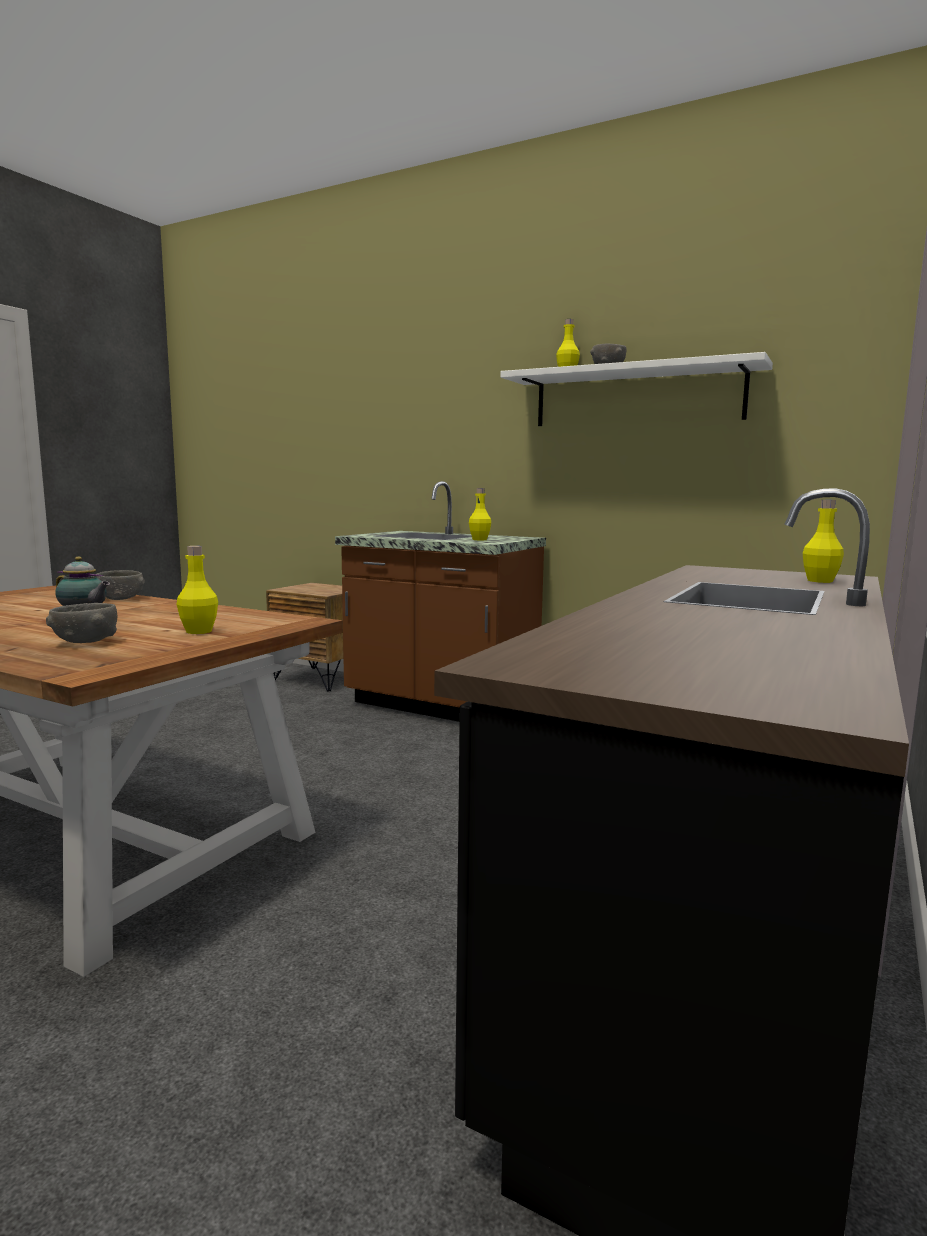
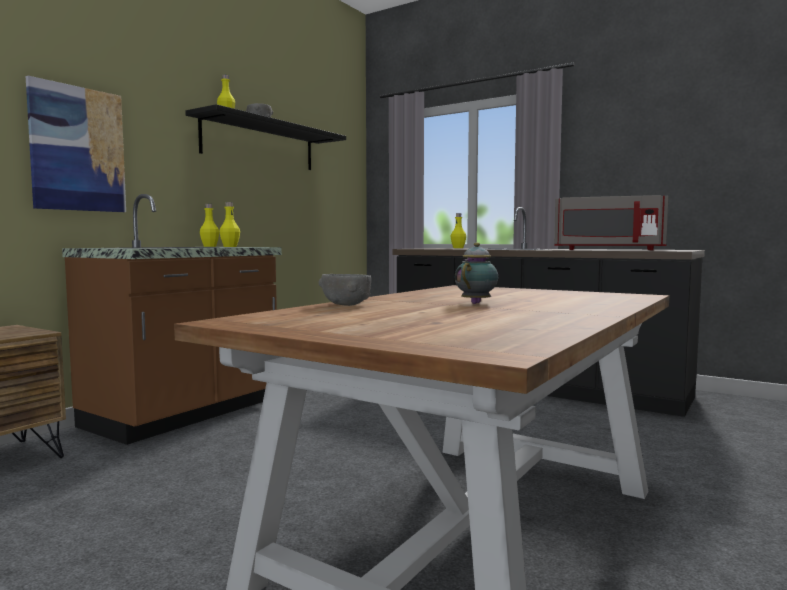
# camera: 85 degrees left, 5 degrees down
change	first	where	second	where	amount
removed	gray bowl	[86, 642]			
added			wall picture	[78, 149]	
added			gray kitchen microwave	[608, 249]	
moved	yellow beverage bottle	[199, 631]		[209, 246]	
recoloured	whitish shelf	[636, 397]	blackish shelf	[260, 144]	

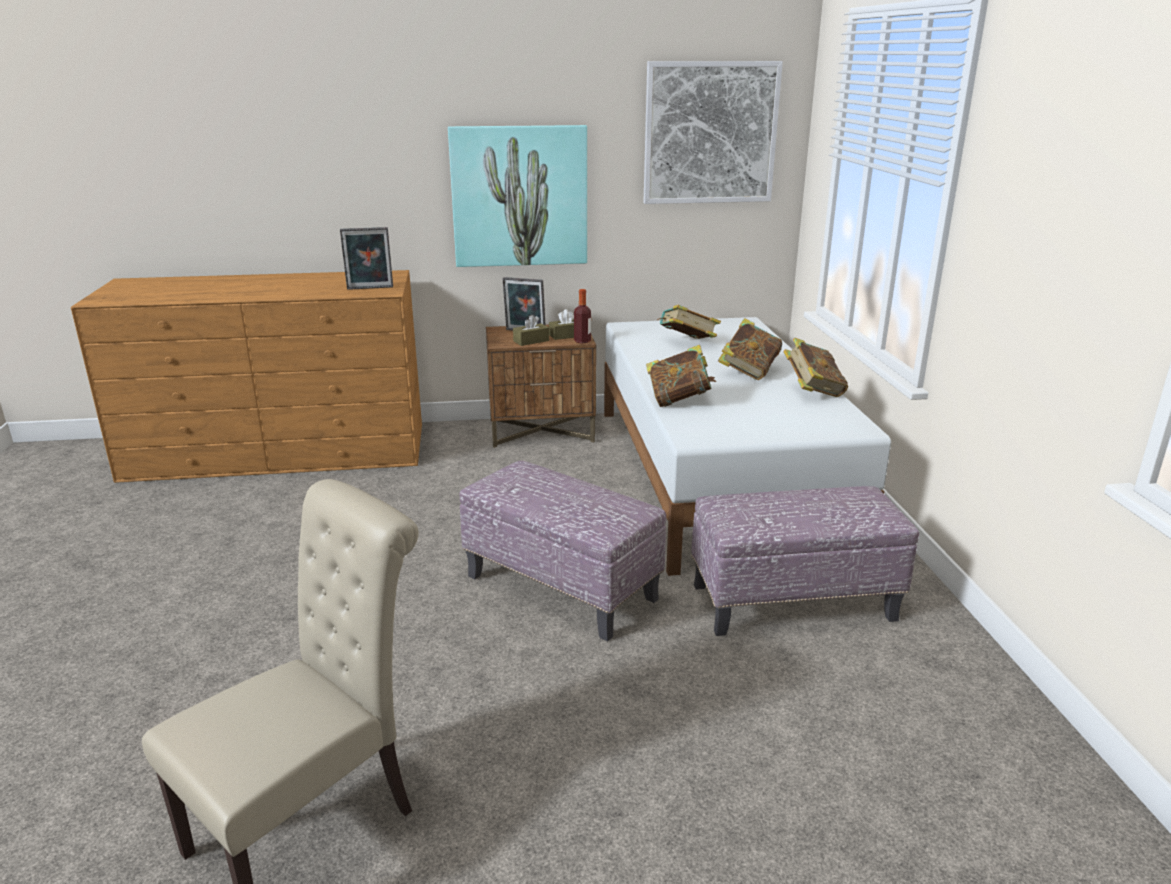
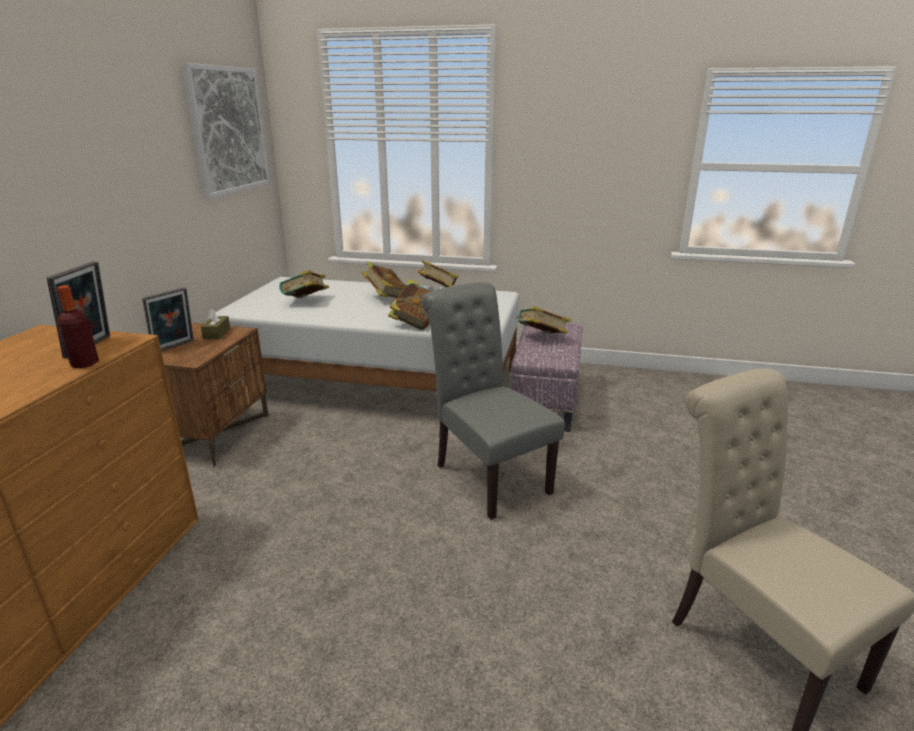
# camera: 70 degrees left, 0 degrees up
change	first	where	second	where	amount
removed	wall picture	[519, 196]			
removed	brownish tissue box	[531, 341]			
added			book	[541, 338]	
moved	beverage bottle	[582, 341]		[85, 364]	
replaced	footrest	[563, 587]	gray plain chair	[487, 475]	

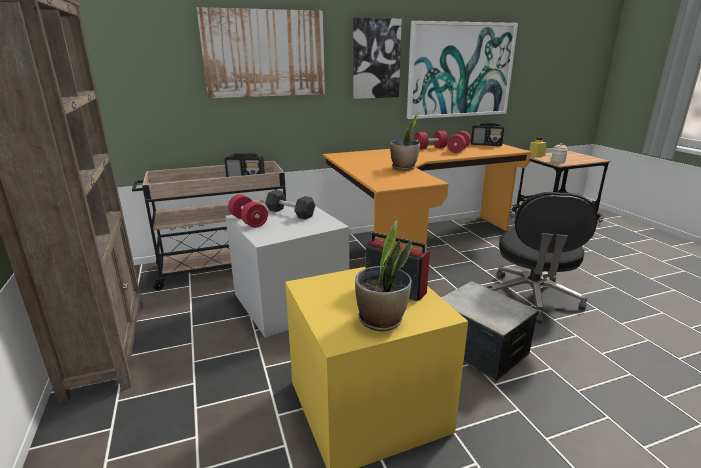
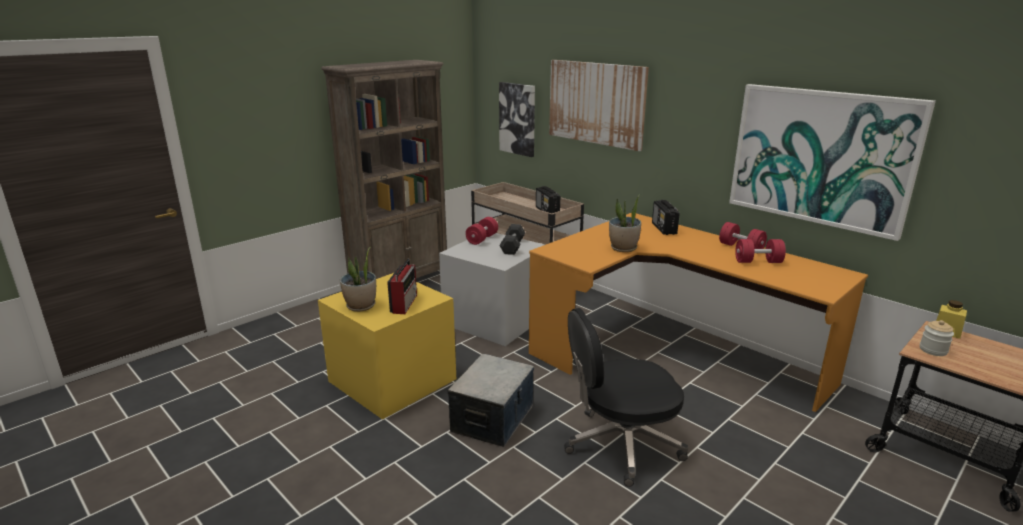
# camera: 65 degrees right, 0 degrees up
change	first	where	second	where	amount
moved	wall picture	[376, 59]		[518, 119]	
moved	radio	[486, 145]		[664, 229]	

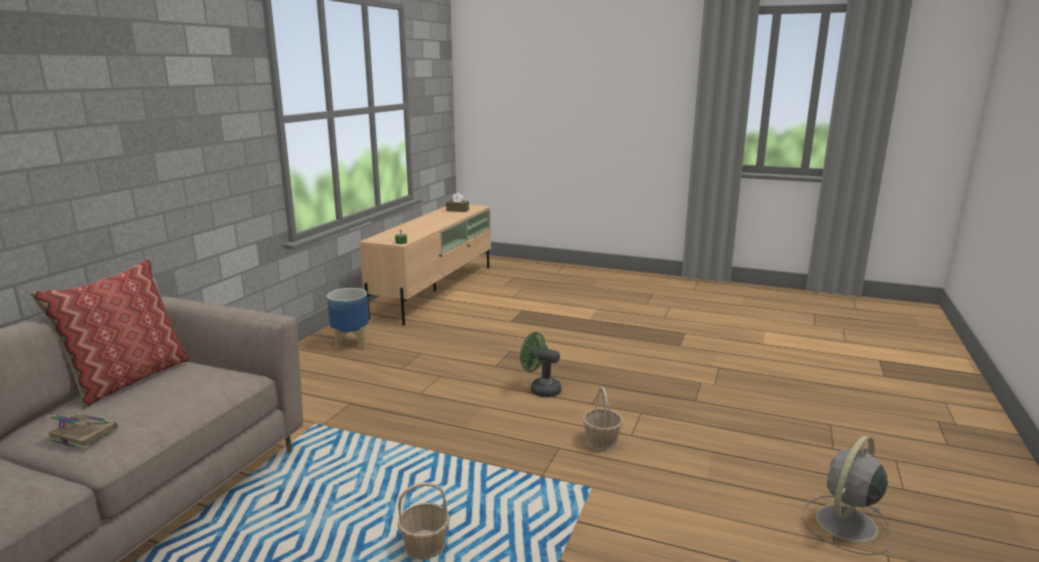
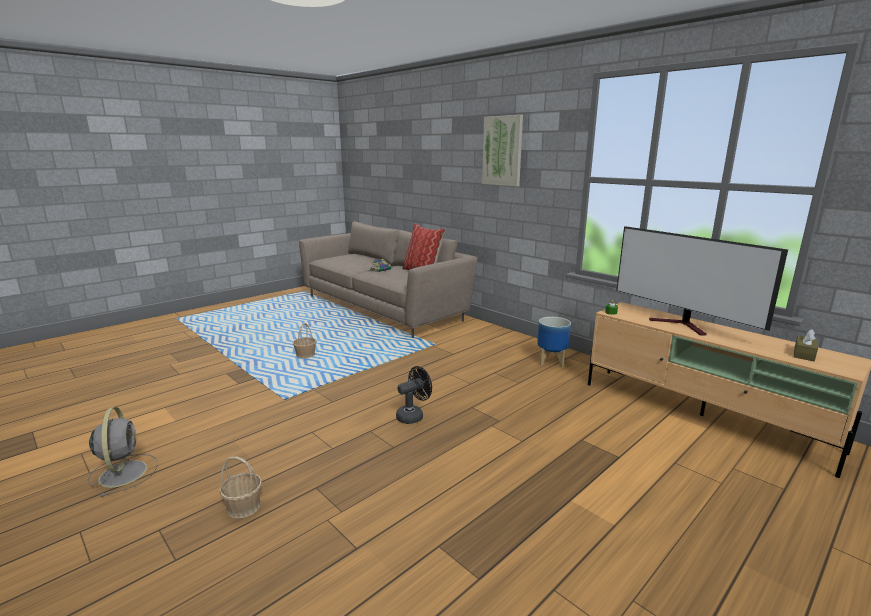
# camera: 115 degrees right, 0 degrees up
change	first	where	second	where	amount
added			wall picture	[502, 151]	
added			TV set	[682, 325]	
moved	basket	[601, 441]		[244, 506]	
recoloured	greenish cooling fan	[540, 389]	blackish cooling fan	[413, 415]	

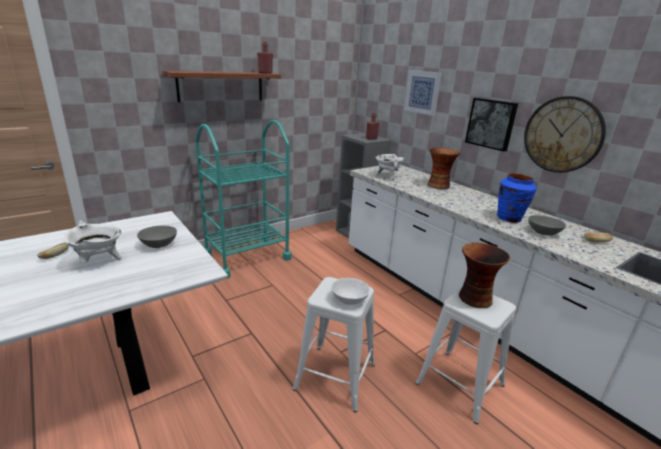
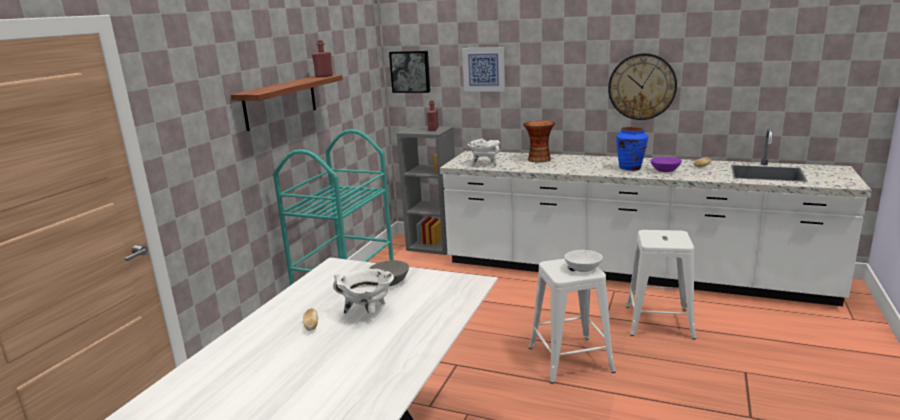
# camera: 30 degrees left, 5 degrees down
change	first	where	second	where	amount
removed	flower vase	[474, 298]			
moved	wall picture	[491, 123]		[410, 71]	
recoloured	gray bowl	[543, 232]	purplish bowl	[665, 170]	

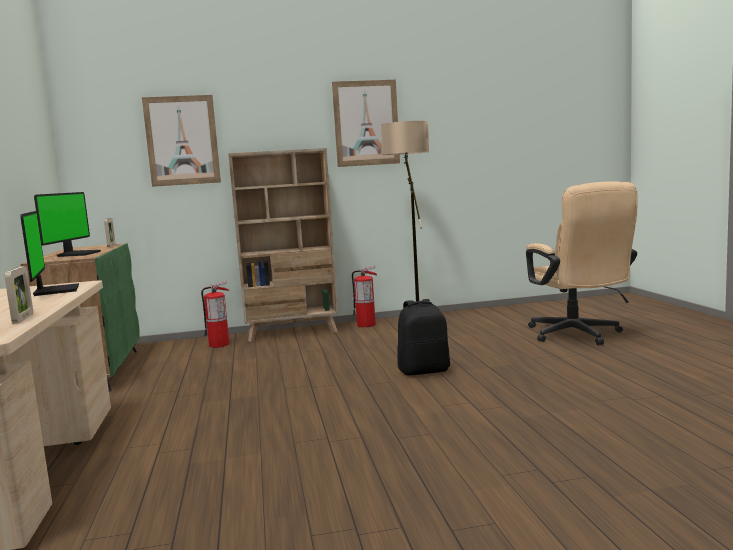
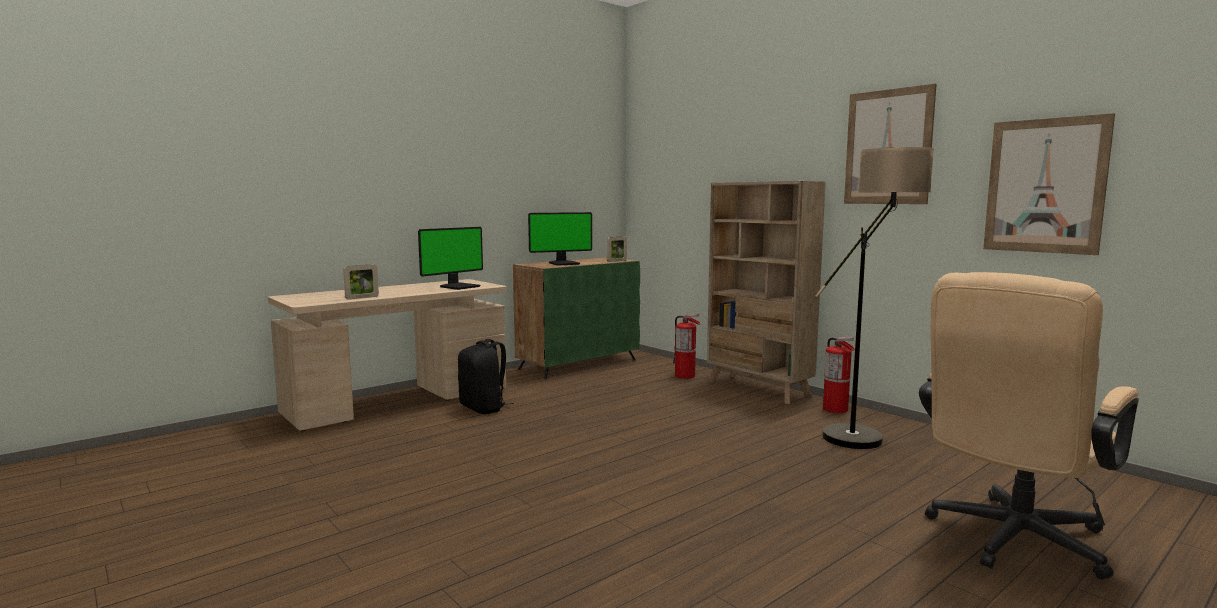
# camera: 60 degrees right, 0 degrees up
change	first	where	second	where	amount
moved	wall picture	[182, 140]		[1045, 186]	
moved	blackish knapsack	[424, 371]		[484, 408]	

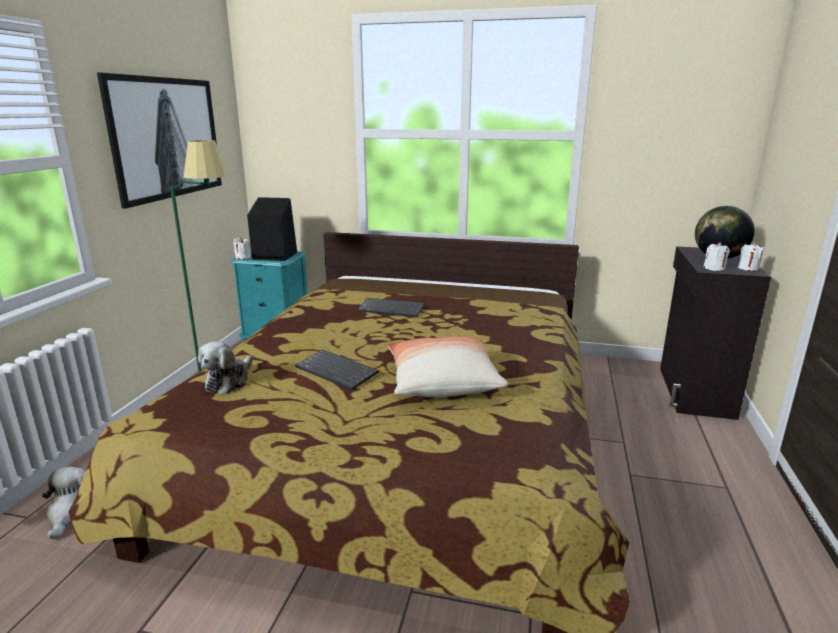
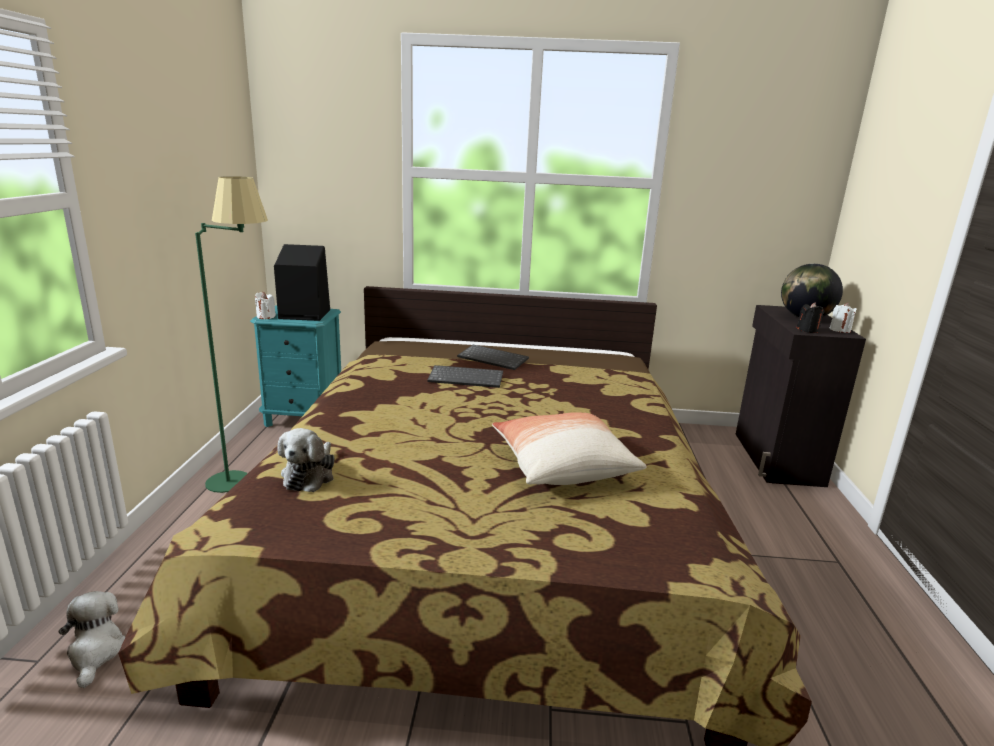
# camera: 10 degrees left, 0 degrees up
change	first	where	second	where	amount
removed	wall picture	[166, 138]			
moved	PC keyboard	[338, 371]		[494, 359]	
recoloured	whitish wax light	[714, 269]	blackish wax light	[807, 330]	

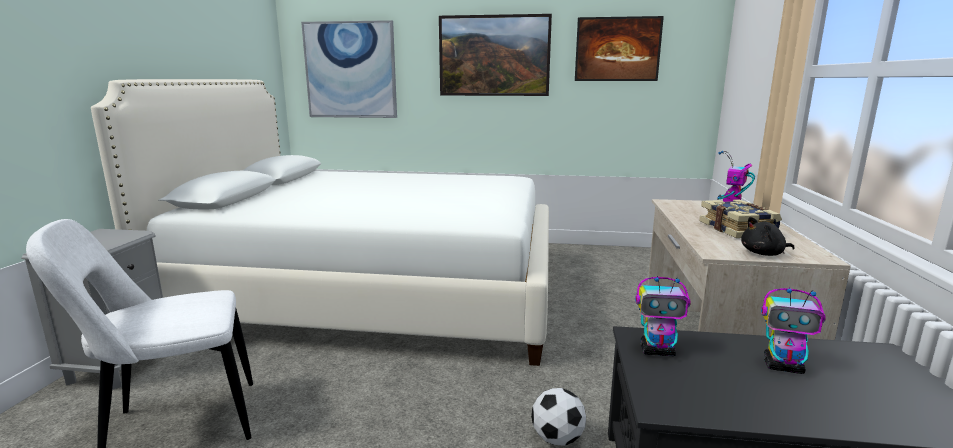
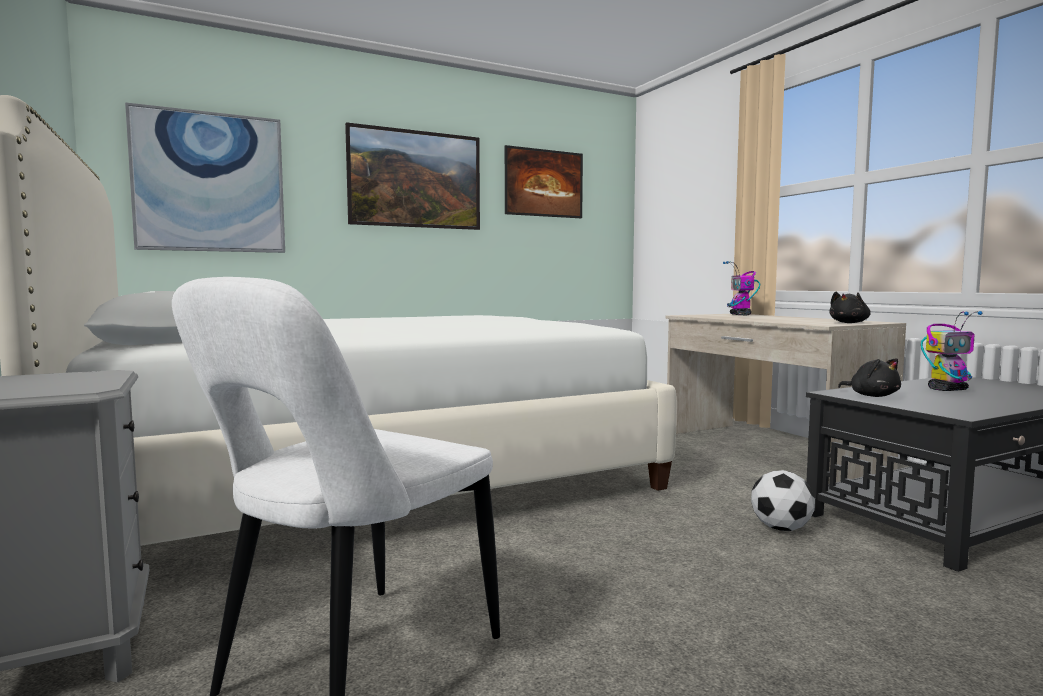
# camera: 35 degrees left, 10 degrees down
change	first	where	second	where	amount
removed	book	[738, 229]			
replaced	model robot	[657, 351]	blackish cuddly toy	[872, 396]	

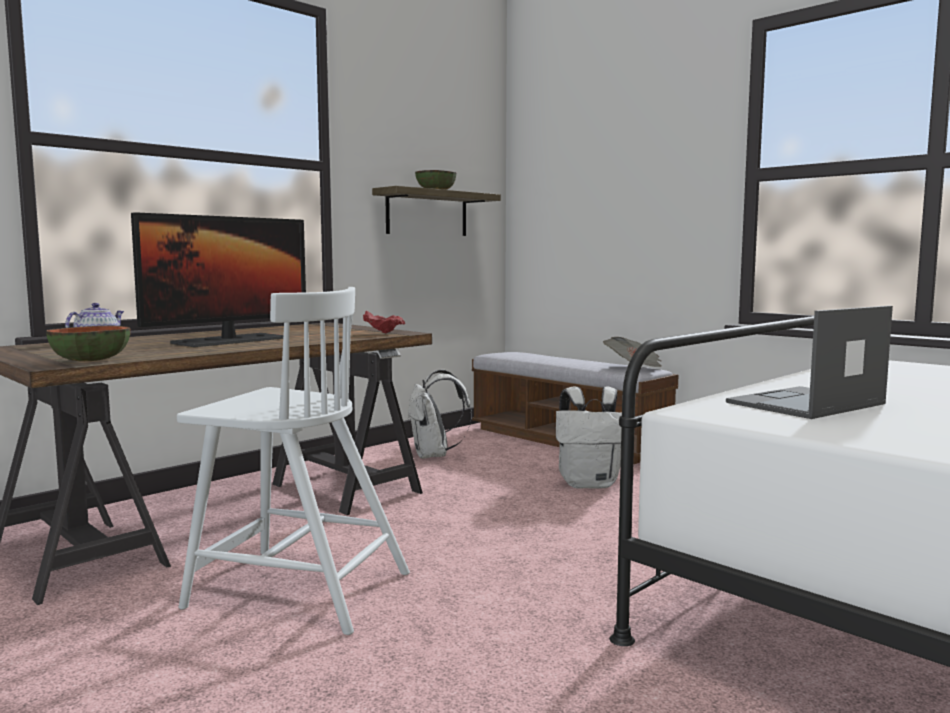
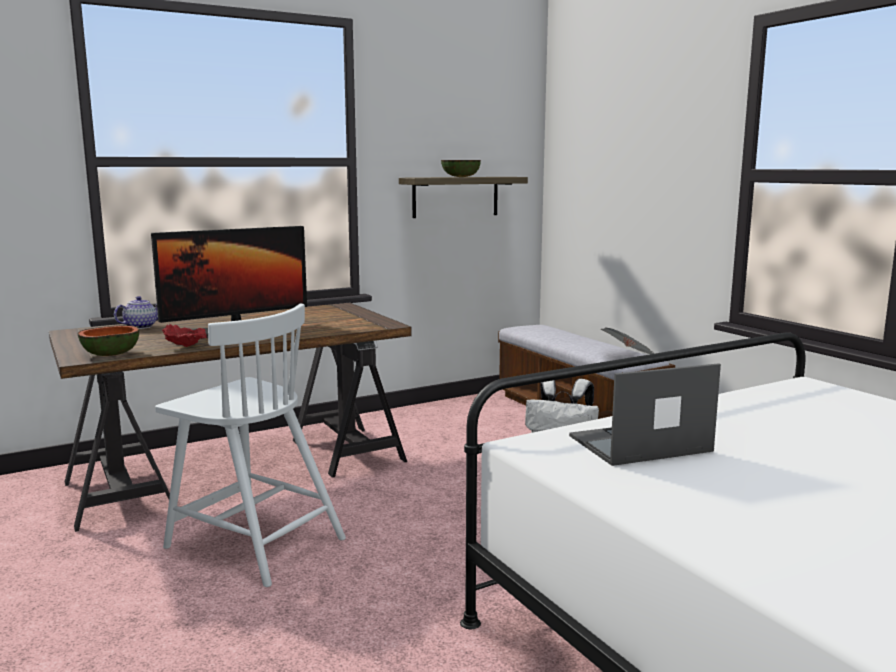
# camera: 15 degrees right, 5 degrees up
change	first	where	second	where	amount
removed	whitish knapsack	[434, 455]			
moved	reddish bowl	[383, 333]		[185, 347]	

